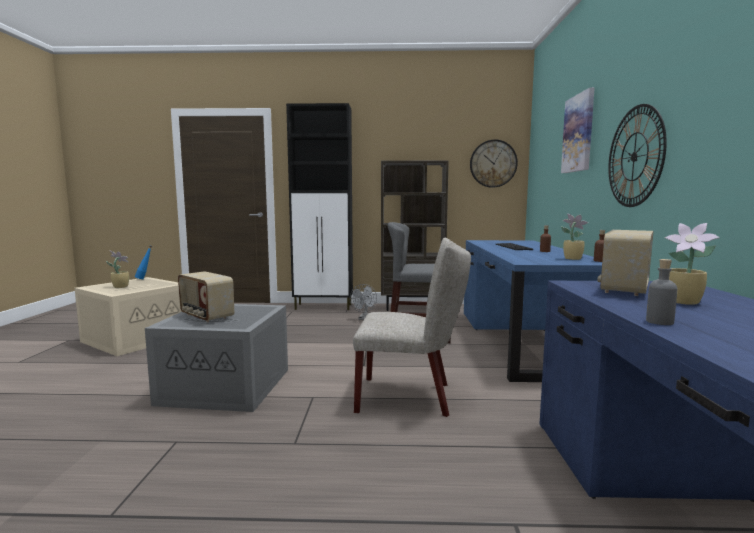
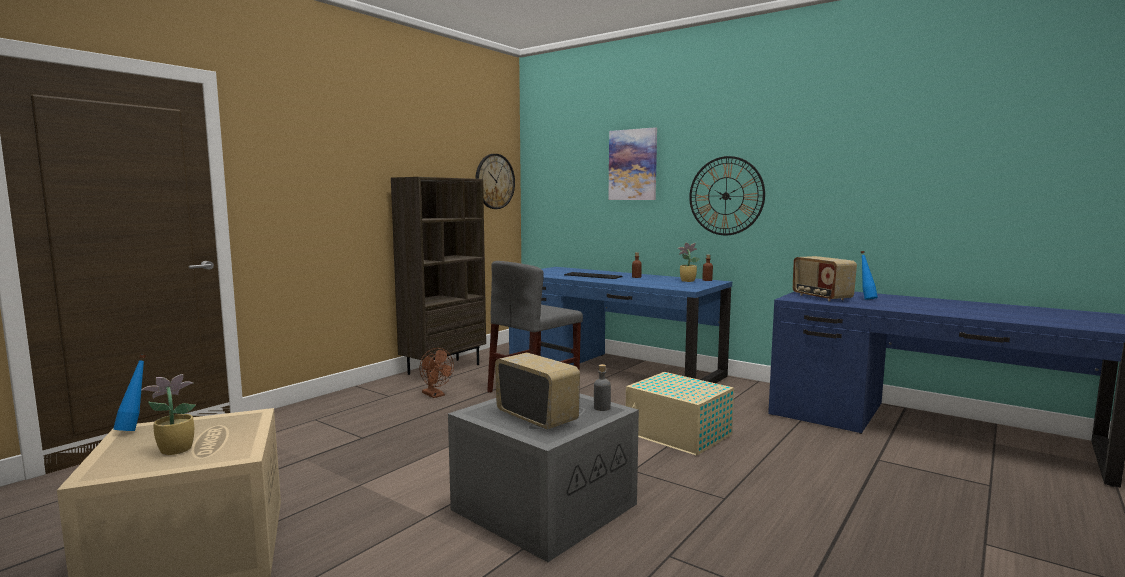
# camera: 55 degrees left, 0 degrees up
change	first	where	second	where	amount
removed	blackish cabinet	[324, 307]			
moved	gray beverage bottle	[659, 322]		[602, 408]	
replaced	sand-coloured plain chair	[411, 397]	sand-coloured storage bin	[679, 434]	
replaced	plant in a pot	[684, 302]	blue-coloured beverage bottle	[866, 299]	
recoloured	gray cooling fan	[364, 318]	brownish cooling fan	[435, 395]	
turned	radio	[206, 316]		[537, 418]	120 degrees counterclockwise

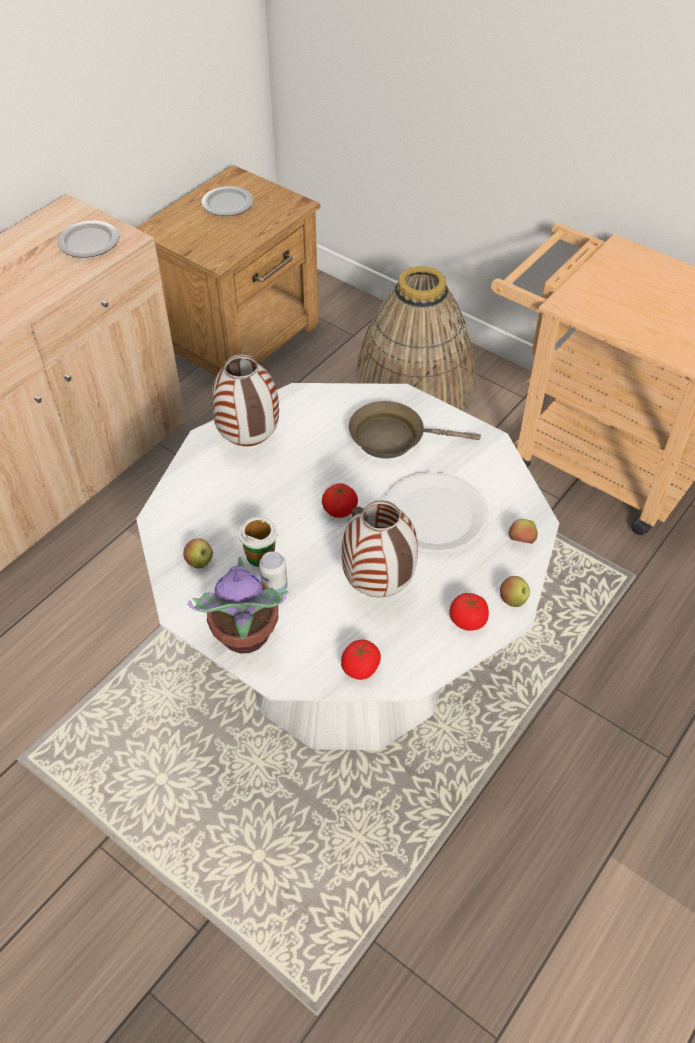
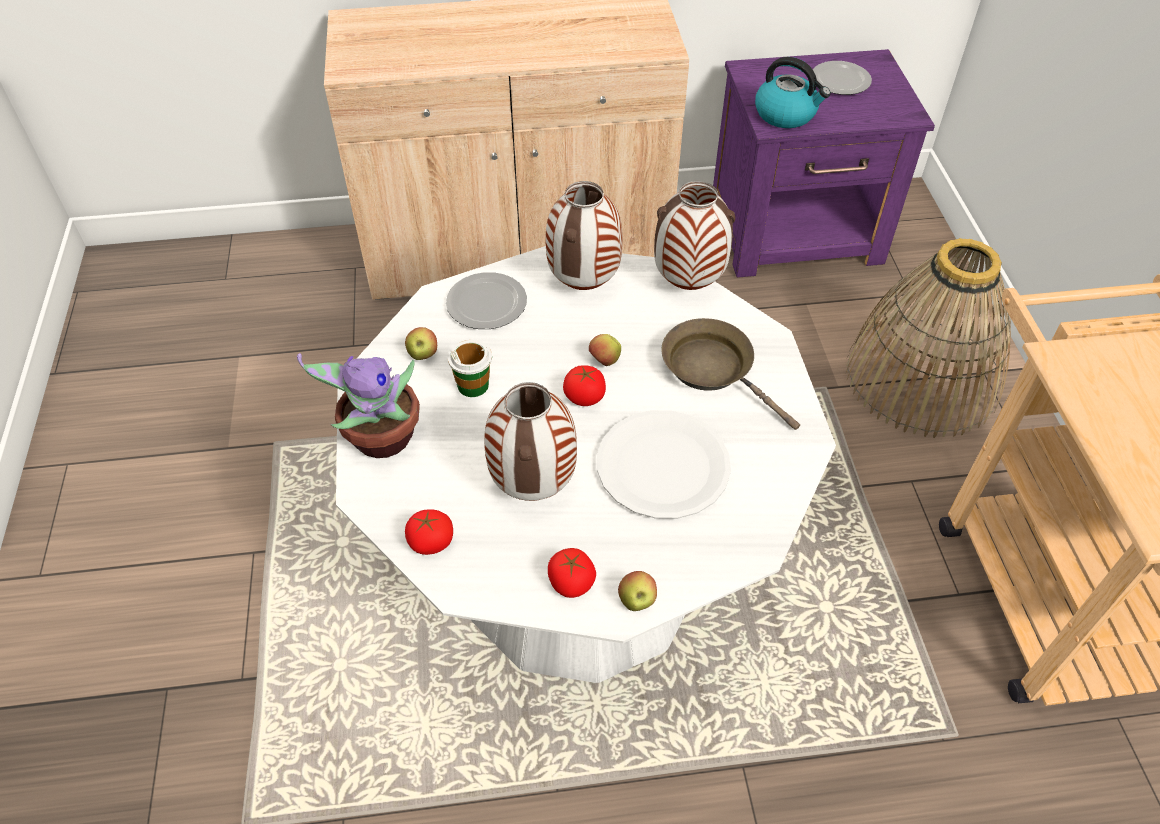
# camera: 45 degrees right, 0 degrees up
change	first	where	second	where	amount
removed	sealed can	[274, 587]			
added			flower vase	[689, 284]	
added			water kettle	[786, 114]	
moved	dinner plate	[89, 242]		[486, 304]	
moved	apple fruit	[521, 541]		[604, 361]	
recoloured	brownish bedside table	[241, 337]	purplish bedside table	[798, 233]	

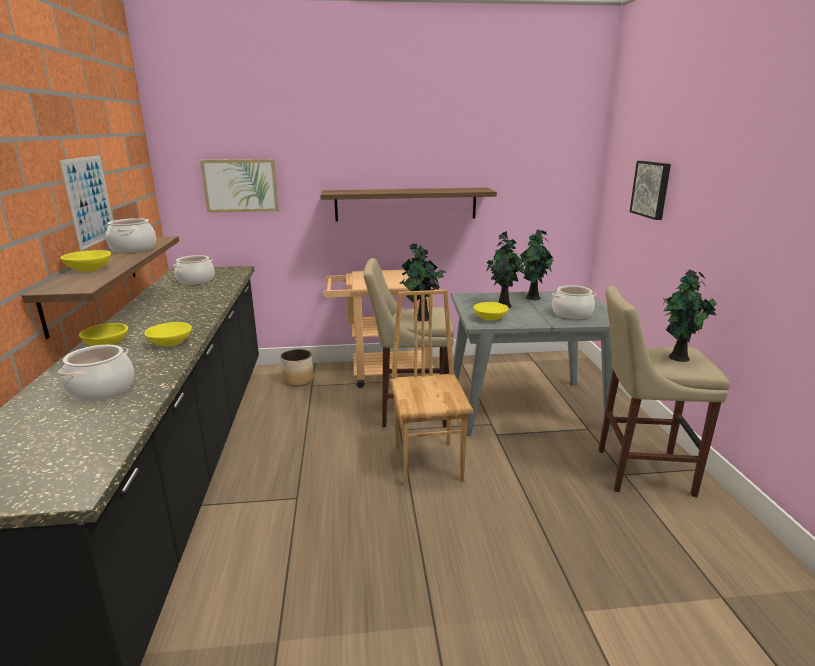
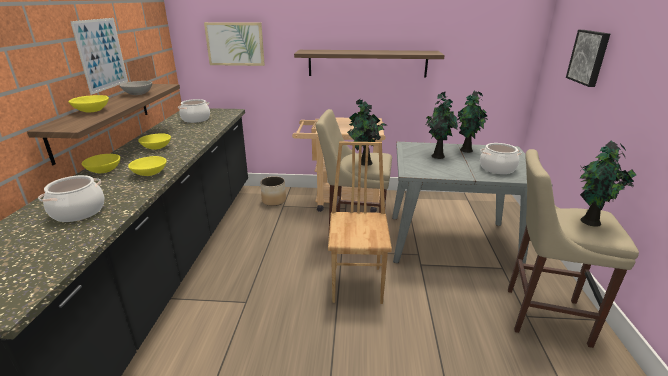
# camera: 10 degrees right, 5 degrees up
change	first	where	second	where	amount
moved	yellow bowl	[489, 318]		[156, 148]	
replaced	cooking pot	[133, 249]	gray bowl	[138, 94]	

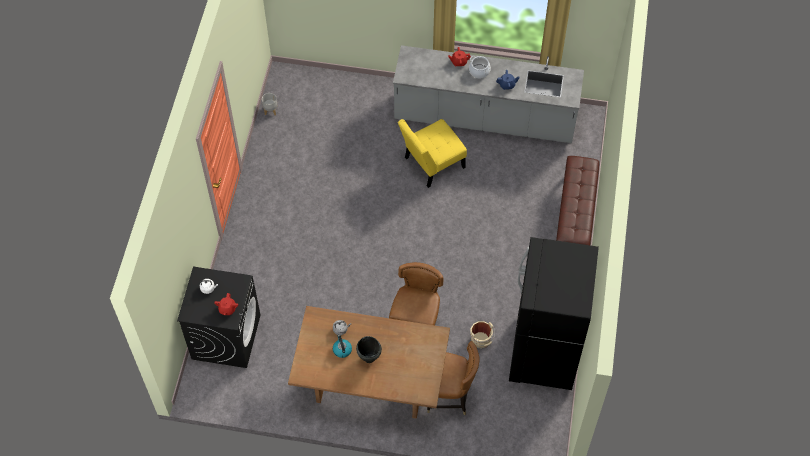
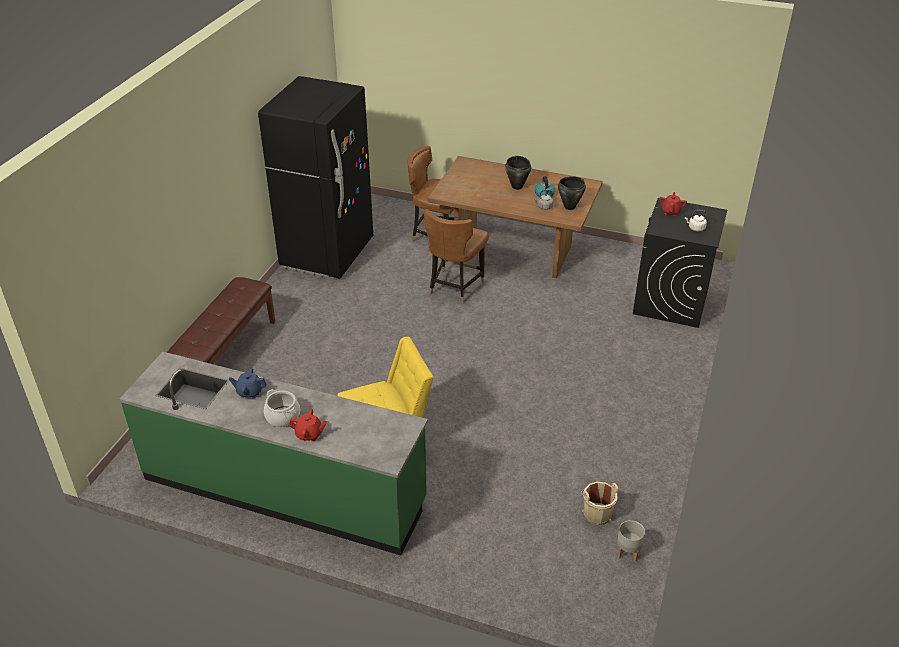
# camera: 170 degrees left, 20 degrees down
change	first	where	second	where	amount
added			blackish cooking pot	[569, 207]	
moved	sand-coloured pail	[481, 341]		[596, 513]	
recoloured	gray kitchen base unit	[484, 120]	greenish kitchen base unit	[284, 490]	

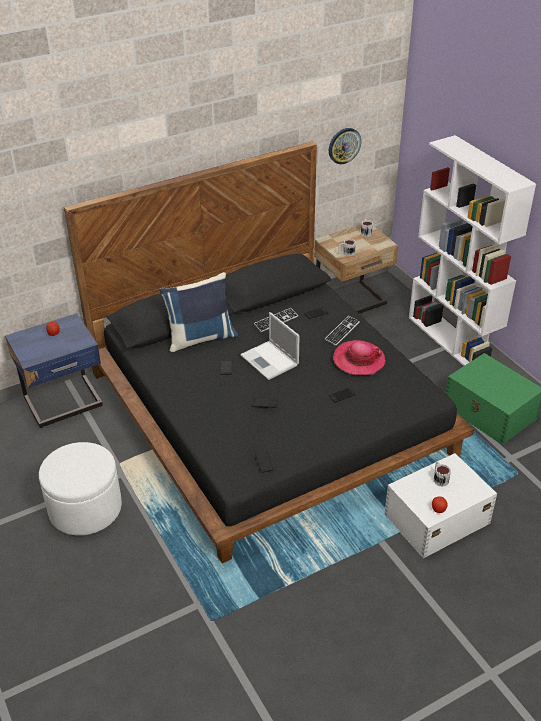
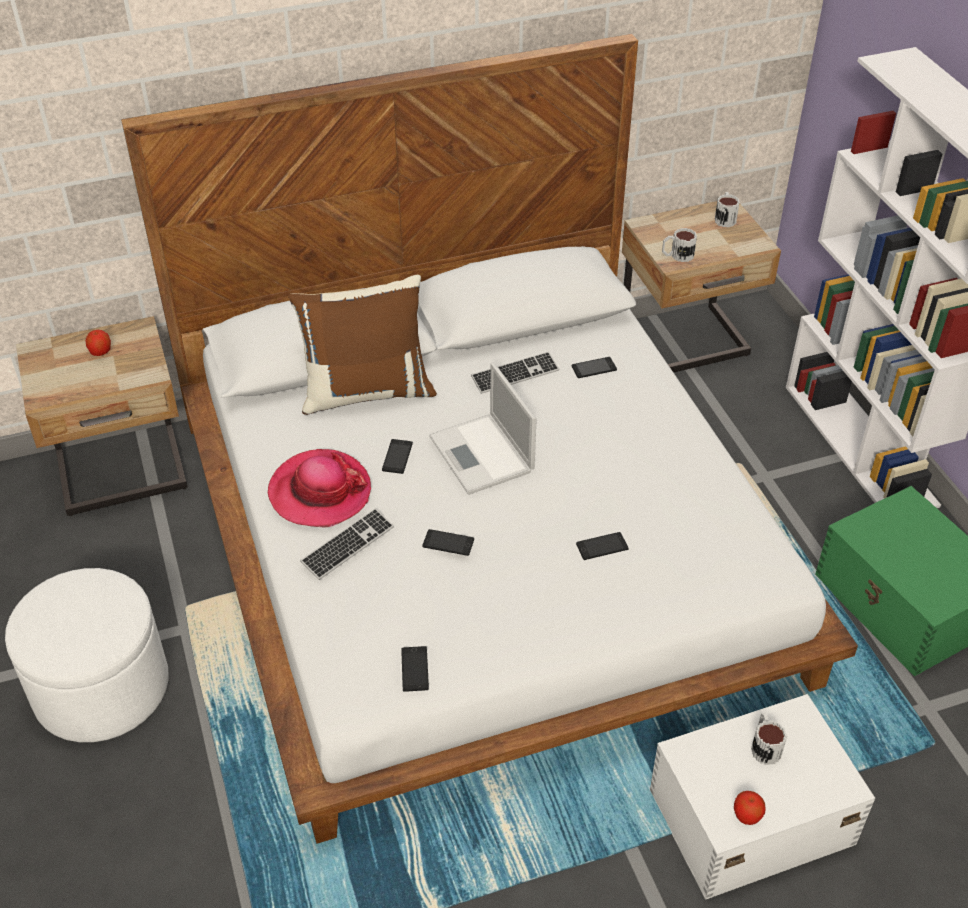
# camera: 10 degrees right, 5 degrees up
change	first	where	second	where	amount
removed	hanging clock	[344, 145]			
moved	PC keyboard	[342, 331]		[348, 545]	
moved	clothing hat	[358, 360]		[320, 492]	
recoloured	blue-coloured bedside table	[64, 403]	sand-coloured bedside table	[123, 474]	
recoloured	blackish bedroom bed	[270, 413]	whitish bedroom bed	[483, 544]	
recoloured	blue-coloured cushion	[200, 338]	brownish cushion	[367, 391]	

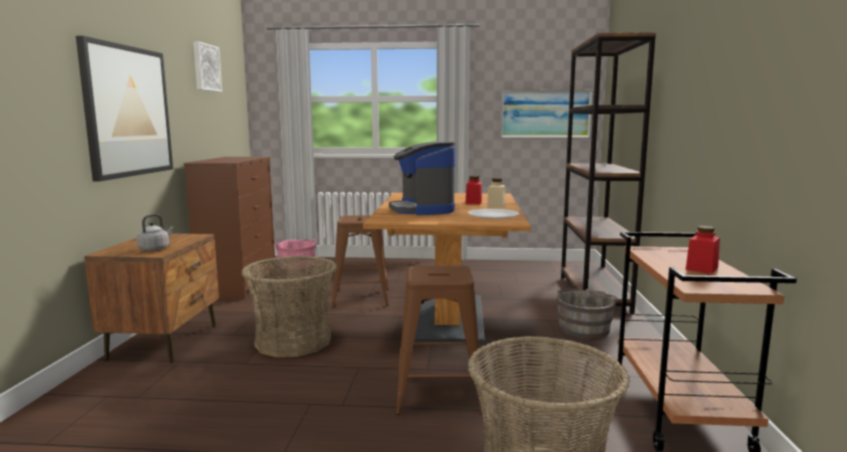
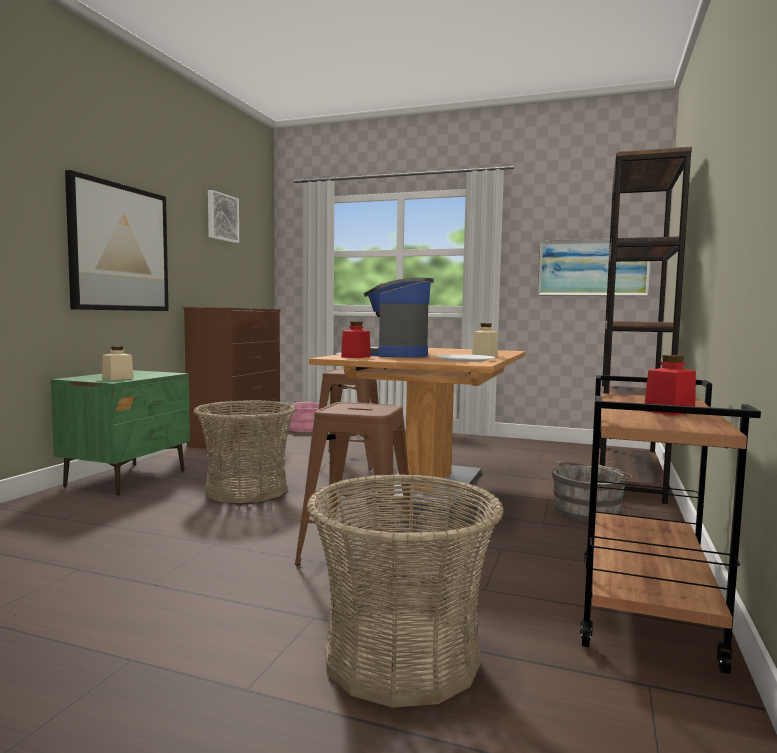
# camera: 15 degrees right, 5 degrees down
change	first	where	second	where	amount
moved	reddish jar	[473, 202]		[356, 357]	
replaced	gray water kettle	[155, 249]	sand-coloured jar	[118, 378]	
recoloured	brownish bedside table	[165, 342]	greenish bedside table	[128, 478]	

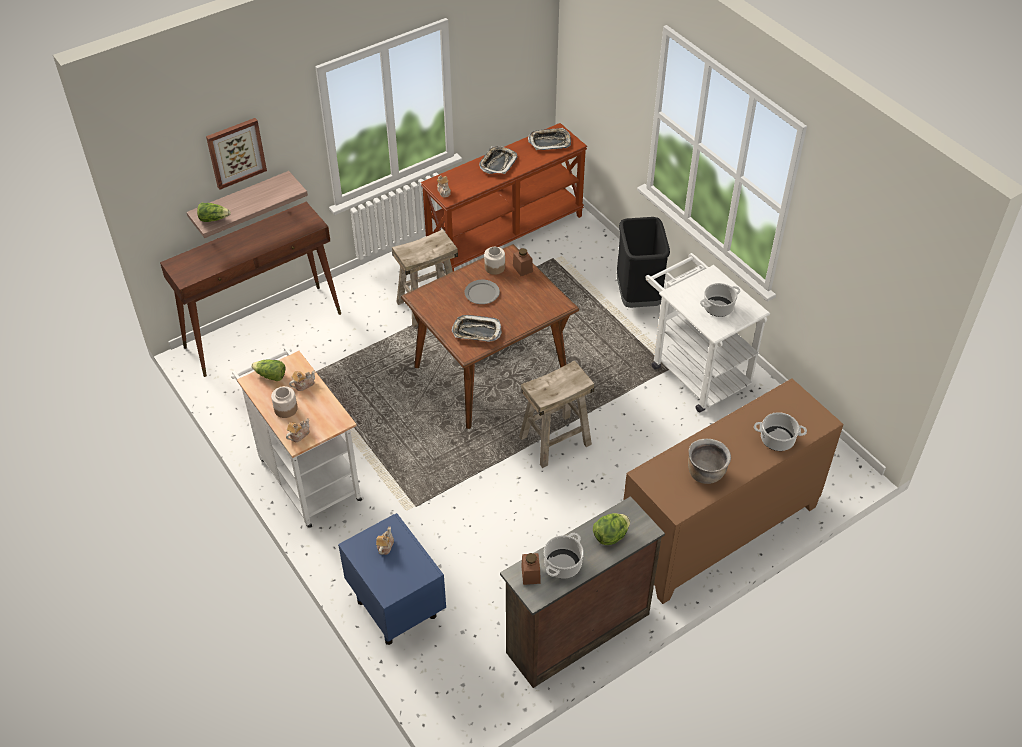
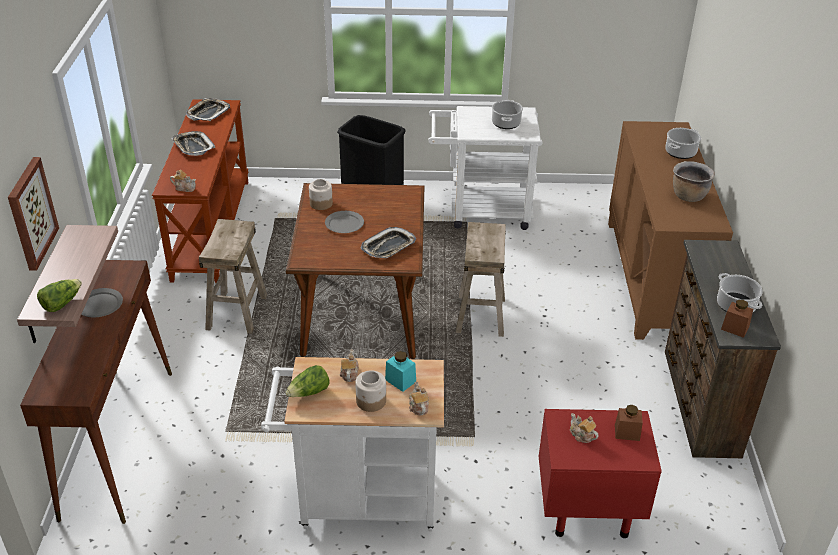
# camera: 55 degrees left, 10 degrees down
change	first	where	second	where	amount
removed	lettuce head	[610, 536]			
added			gray dinner plate	[99, 304]	
added			blue-green jar	[400, 380]	
moved	brownish jar	[522, 269]		[627, 432]	
recoloured	blue-coloured bedside table	[396, 608]	reddish bedside table	[586, 509]	

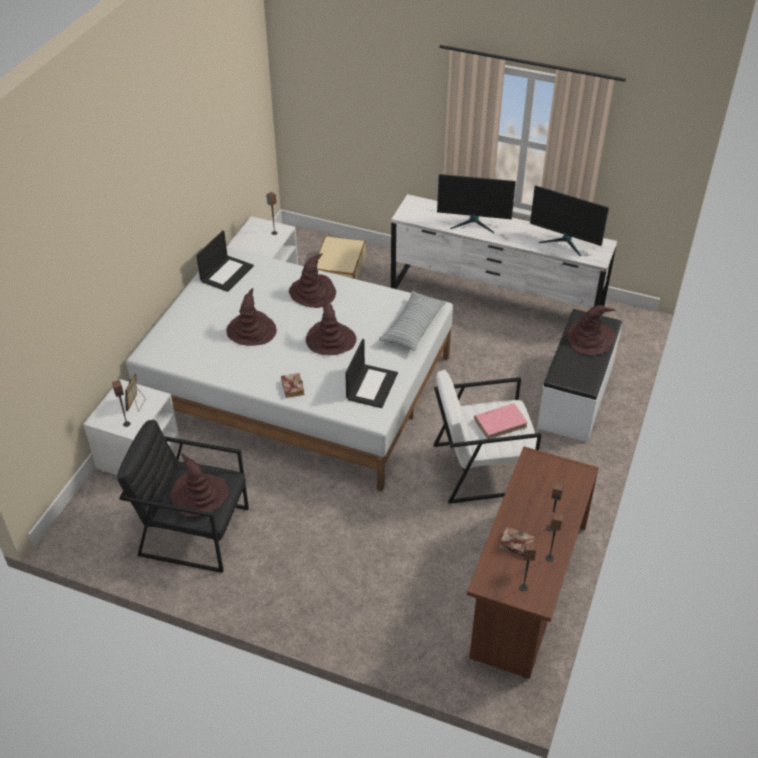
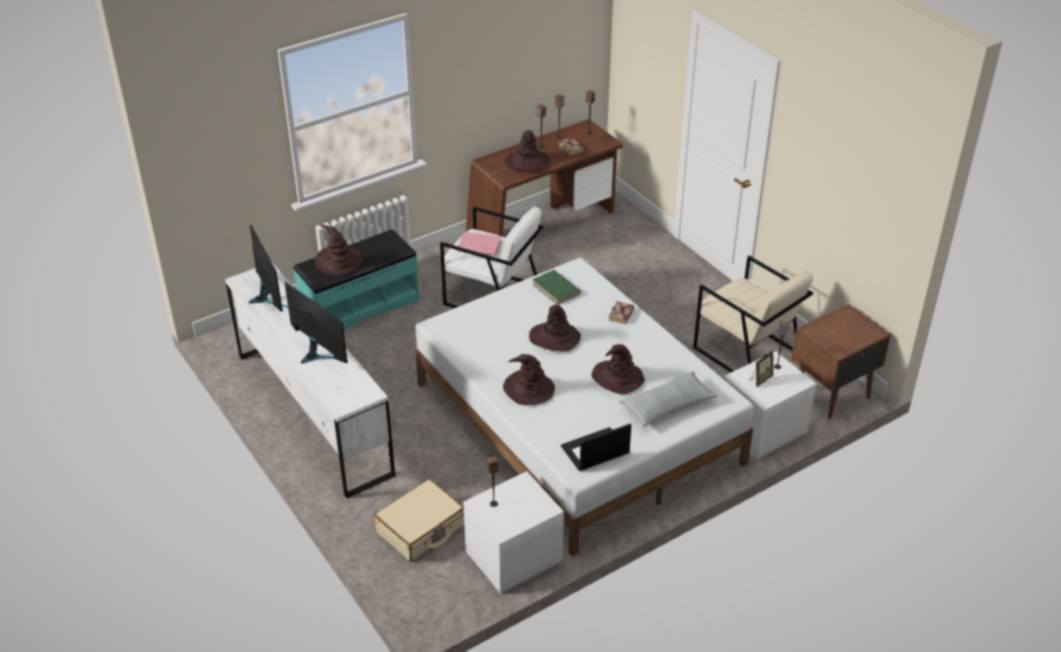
# camera: 145 degrees left, 5 degrees down
change	first	where	second	where	amount
added			brownish bedside table	[830, 393]	
moved	brownish clothing hat	[199, 495]		[527, 162]	
moved	cushion	[413, 327]		[667, 406]	
replaced	portable computer	[371, 385]	greenish book	[556, 289]	
recoloured	blackish lounge chair	[194, 531]	sand-coloured lounge chair	[746, 351]	
recoloured	whitish indoor bench	[576, 396]	blue-green indoor bench	[359, 306]	

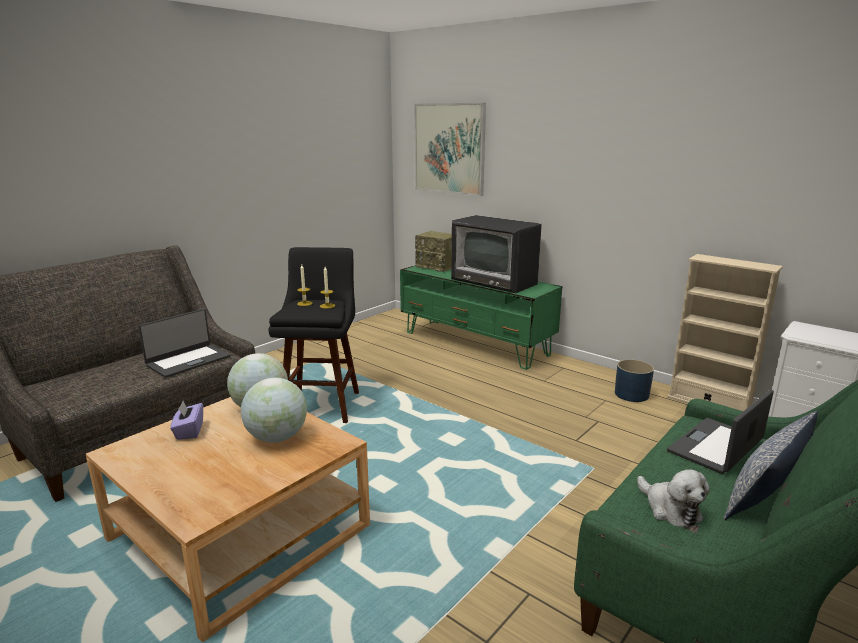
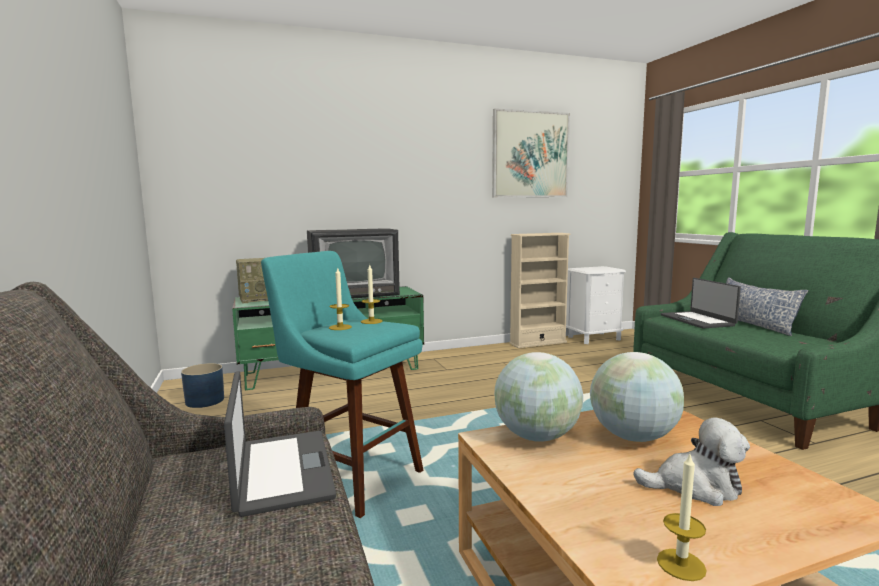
# camera: 60 degrees left, 10 degrees down
change	first	where	second	where	amount
removed	purplish tissue box	[189, 431]			
added			wax light	[681, 564]	
moved	wall picture	[449, 148]		[530, 155]	
moved	blue-coloured planter	[632, 394]		[205, 401]	
moved	cuddly toy	[670, 509]		[695, 487]	
recoloured	blackish stool	[322, 404]	blue-green stool	[350, 476]	

